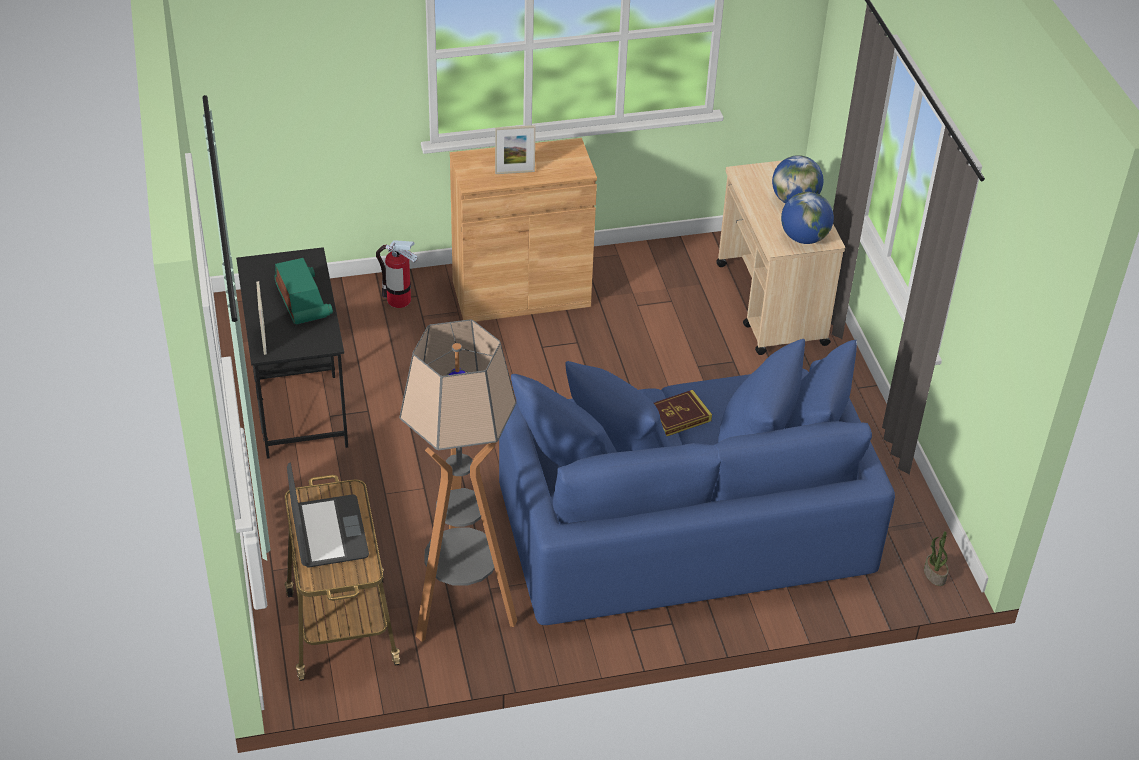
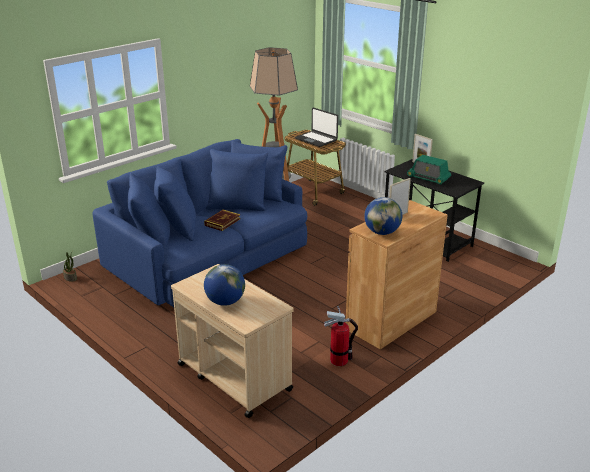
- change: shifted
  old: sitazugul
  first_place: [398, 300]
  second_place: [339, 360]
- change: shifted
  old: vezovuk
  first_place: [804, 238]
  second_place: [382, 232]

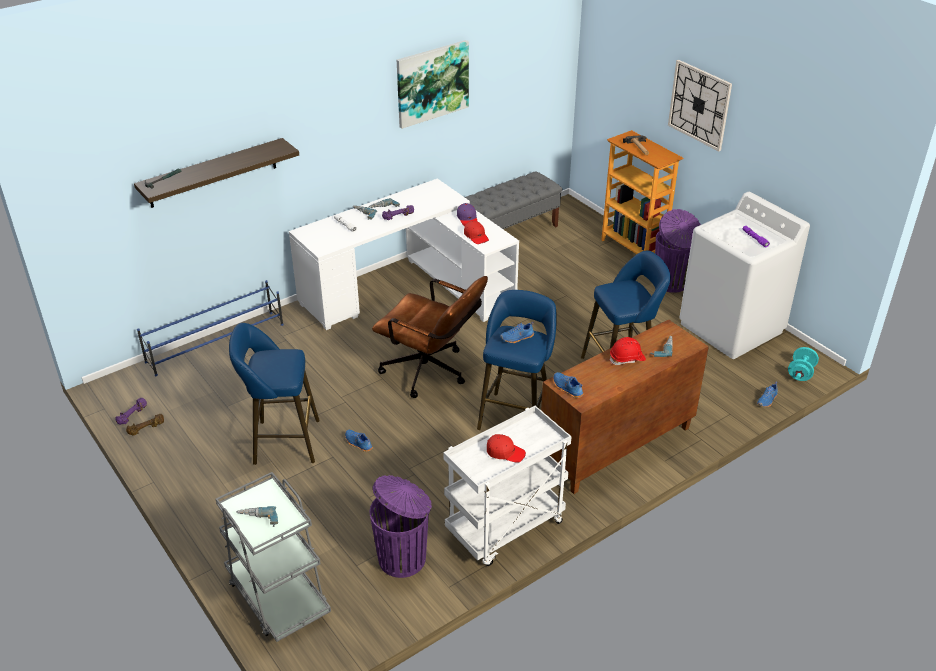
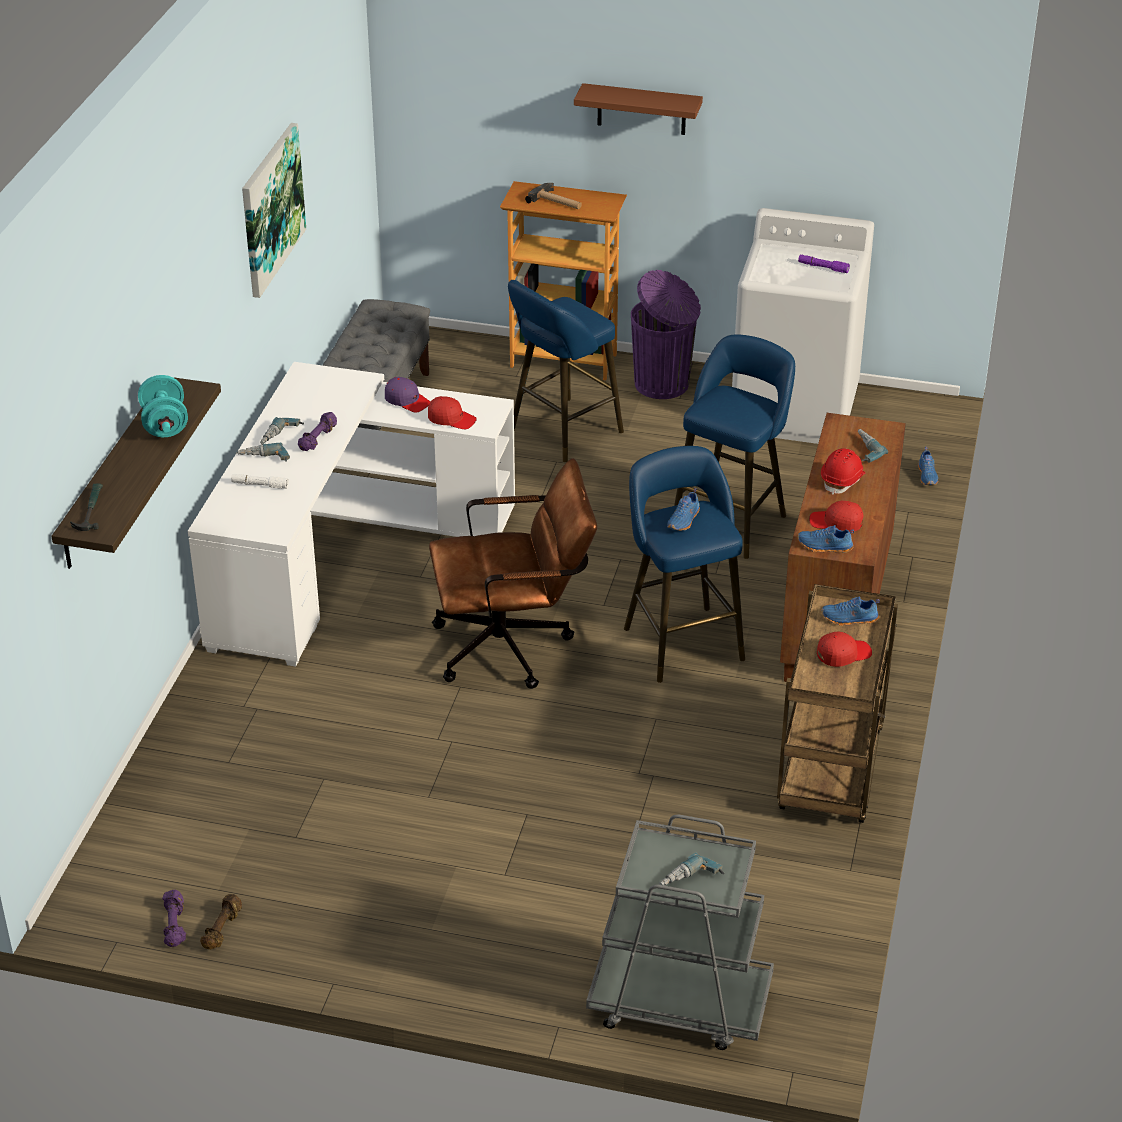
- change: gone
  old: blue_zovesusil
  first_place: [216, 343]
- change: gone
  old: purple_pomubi
  first_place: [403, 558]
- change: new
  new: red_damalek
  second_place: [836, 522]
- change: shifted
  old: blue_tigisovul
  first_place: [281, 442]
  second_place: [561, 432]
- change: shifted
  old: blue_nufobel
  first_place: [358, 443]
  second_place: [849, 619]
- change: shifted
  old: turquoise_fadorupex
  first_place: [800, 373]
  second_place: [165, 424]
- change: swapped
  old: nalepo
  new: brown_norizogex
  first_place: [699, 105]
  second_place: [641, 109]
- change: repainted
  old: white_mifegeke
  new: brown_mifegeke
  first_place: [505, 529]
  second_place: [831, 774]

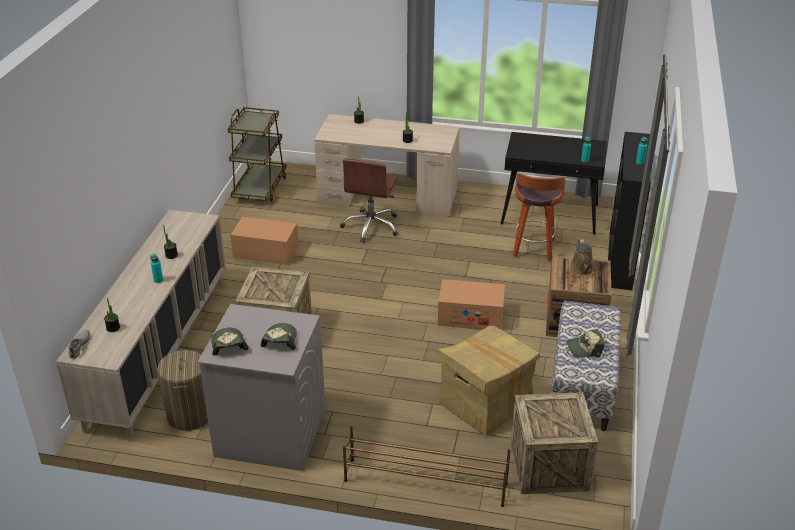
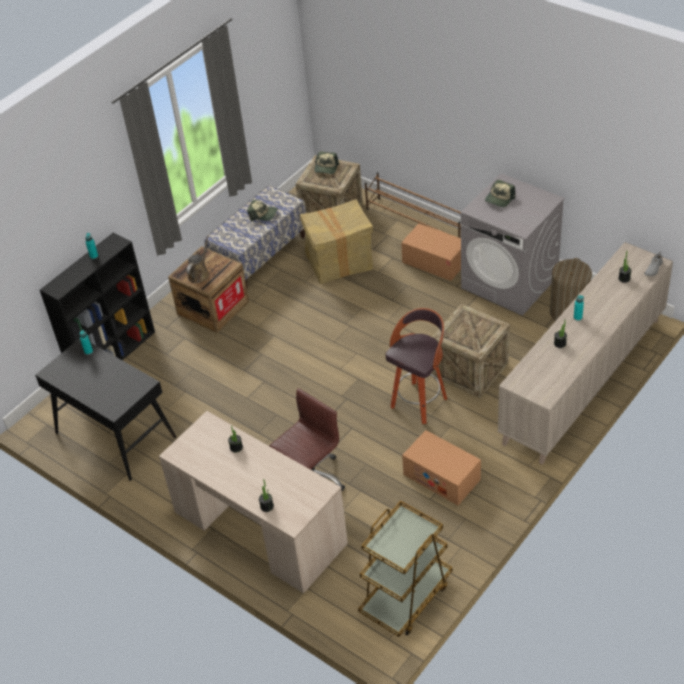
- change: shifted
  old: damalek
  first_place: [228, 345]
  second_place: [326, 167]
- change: shifted
  old: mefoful
  first_place: [470, 316]
  second_place: [435, 262]
- change: shifted
  old: tigisovul
  first_place: [533, 249]
  second_place: [419, 402]

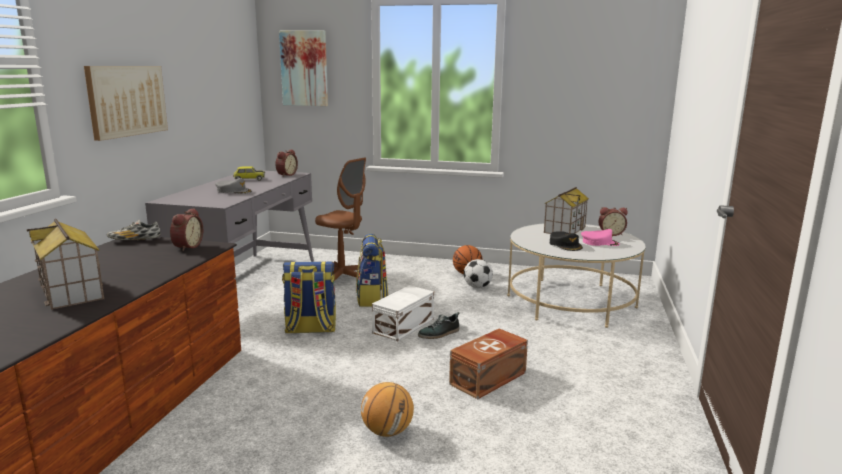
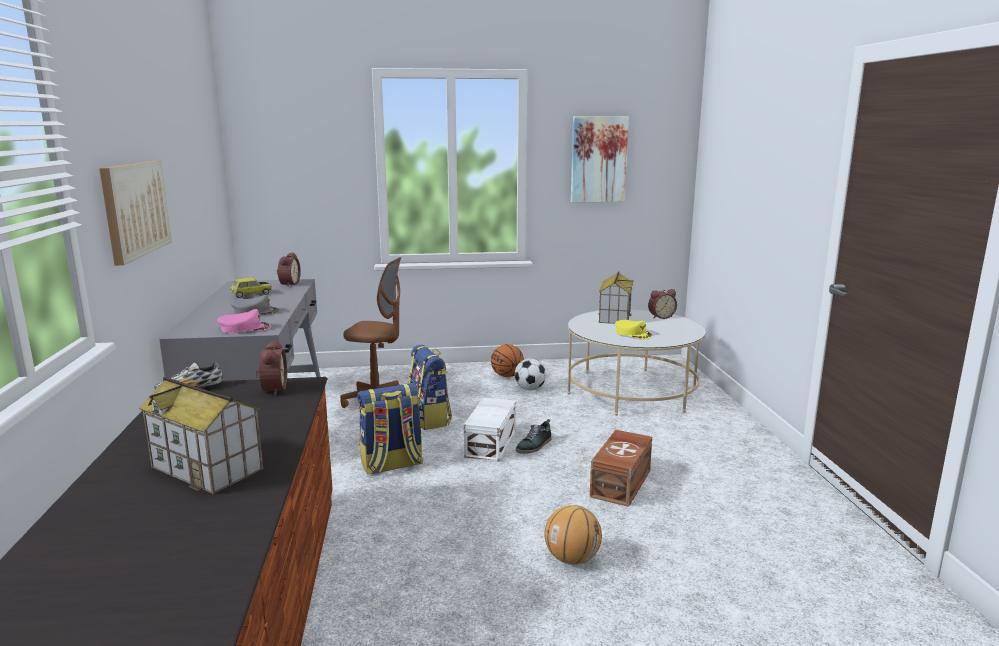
- change: shifted
  old: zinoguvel
  first_place: [304, 68]
  second_place: [598, 159]
- change: shifted
  old: pink_damalek
  first_place: [599, 242]
  second_place: [245, 328]
- change: repainted
  old: black_damalek
  new: yellow_damalek
  first_place: [565, 245]
  second_place: [633, 333]

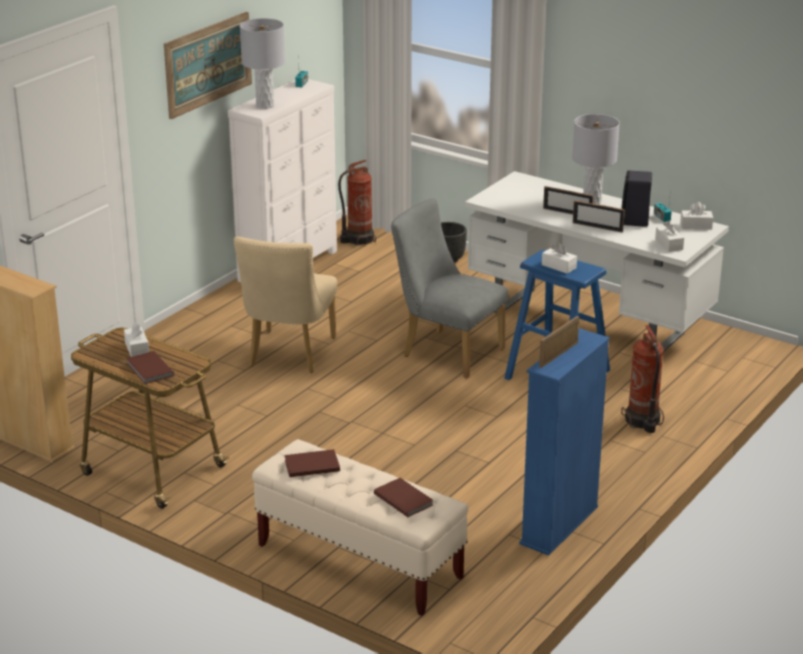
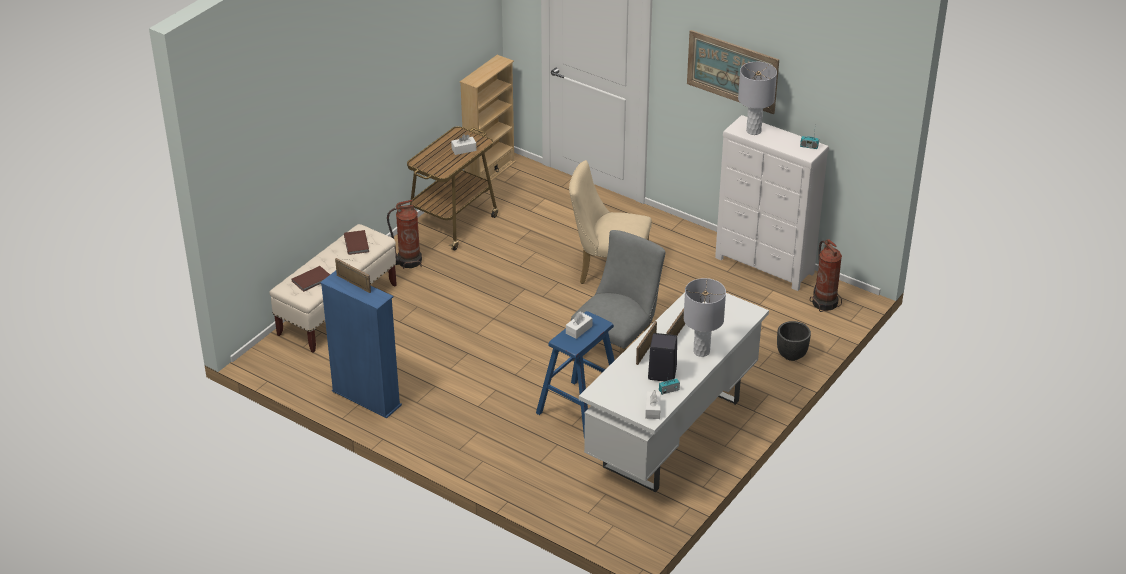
- change: gone
  old: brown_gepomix
  first_place: [149, 370]
- change: gone
  old: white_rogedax
  first_place: [669, 244]
- change: shifted
  old: sitazugul
  first_place: [642, 421]
  second_place: [408, 261]

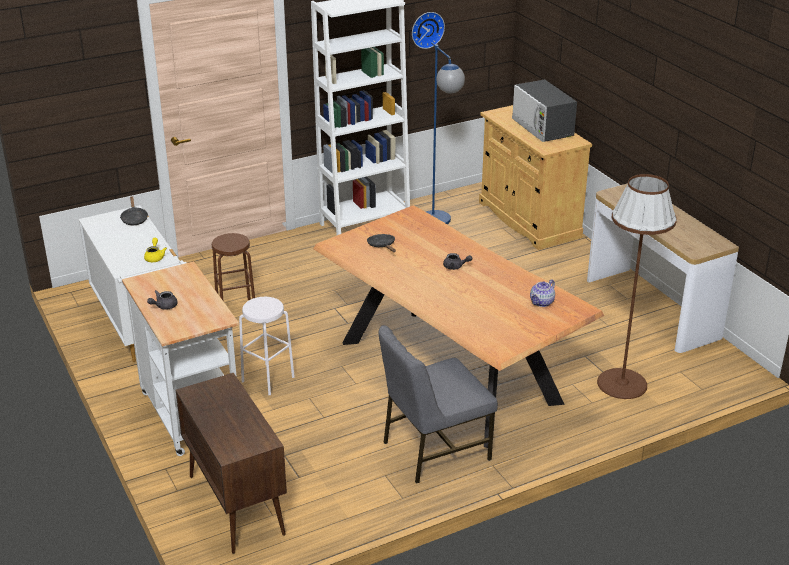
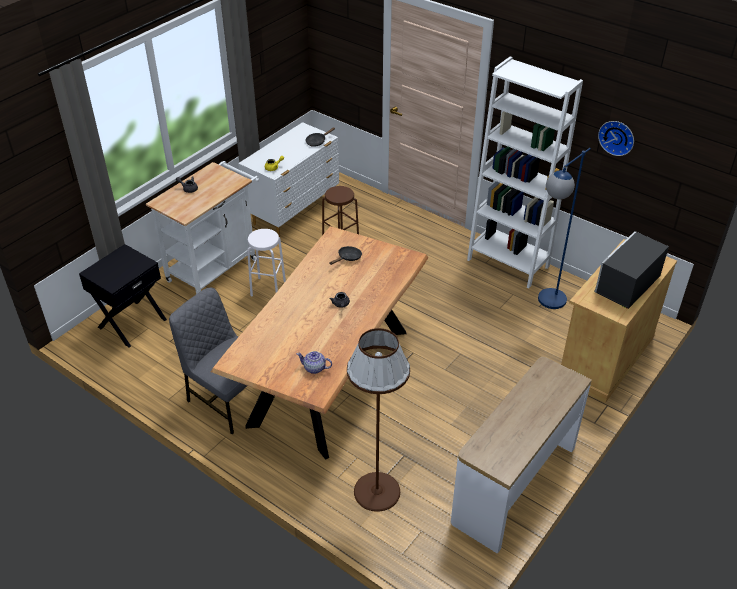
- change: swapped
  old: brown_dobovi
  new: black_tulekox
  first_place: [235, 504]
  second_place: [131, 323]

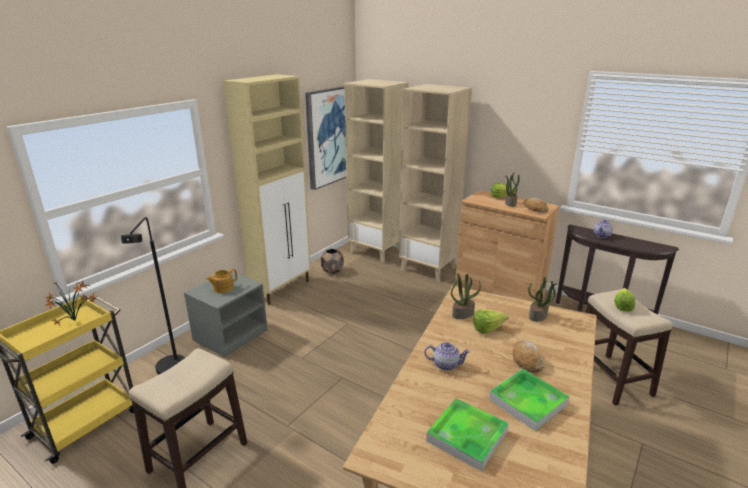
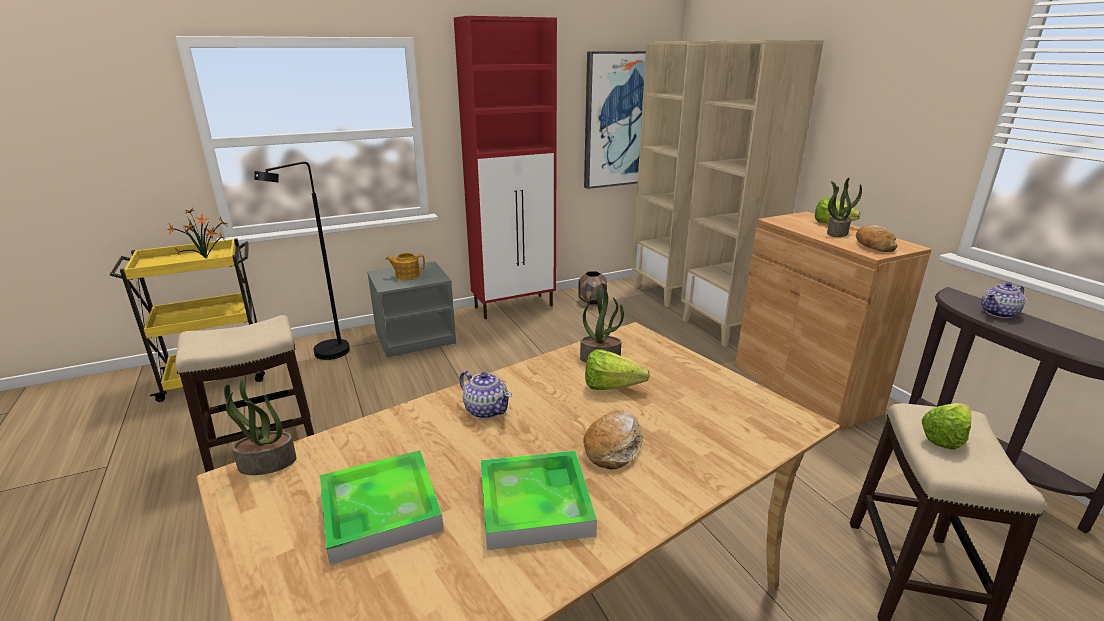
- change: shifted
  old: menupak
  first_place: [538, 316]
  second_place: [266, 464]
- change: repainted
  old: beige_dobovi
  new: red_dobovi
  first_place: [282, 289]
  second_place: [515, 306]

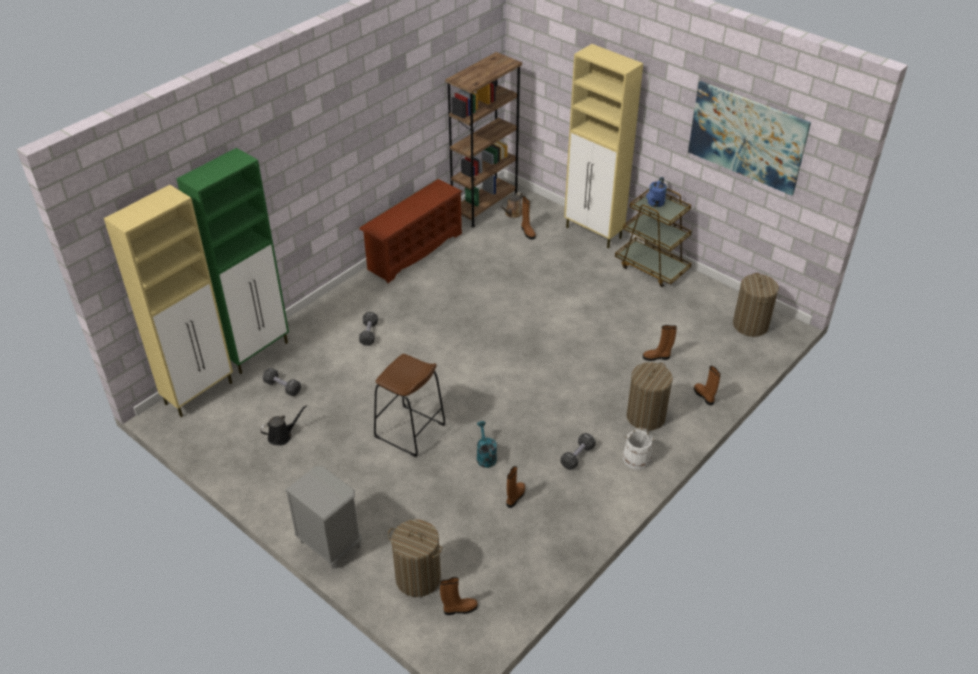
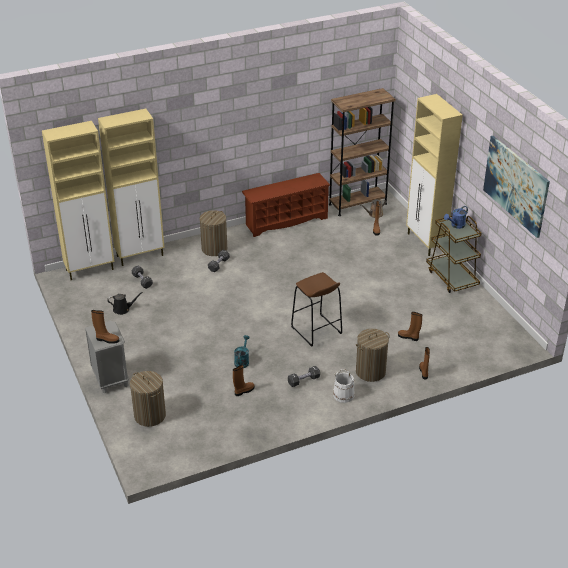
- change: shifted
  old: brown_tigisovul
  first_place: [410, 431]
  second_place: [316, 330]
- change: shifted
  old: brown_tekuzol
  first_place: [459, 609]
  second_place: [107, 339]
- change: shifted
  old: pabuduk
  first_place: [750, 325]
  second_place: [214, 249]
- change: repainted
  old: green_dobovi
  new: beige_dobovi
  first_place: [257, 352]
  second_place: [140, 256]

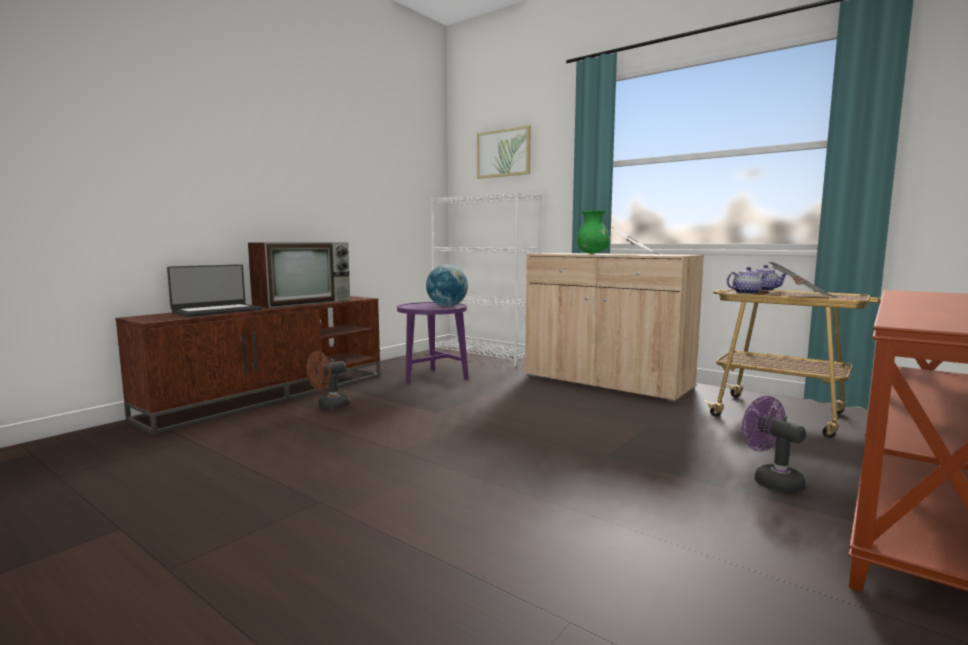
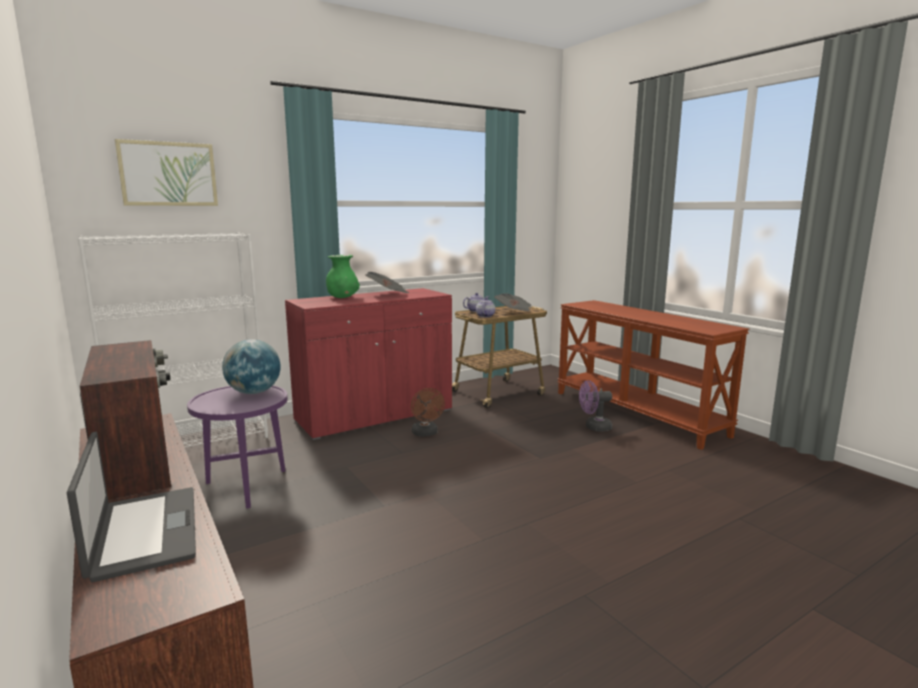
- change: shifted
  old: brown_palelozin
  first_place: [329, 406]
  second_place: [426, 434]
- change: repainted
  old: beige_dobovi
  new: red_dobovi
  first_place: [606, 382]
  second_place: [375, 416]

